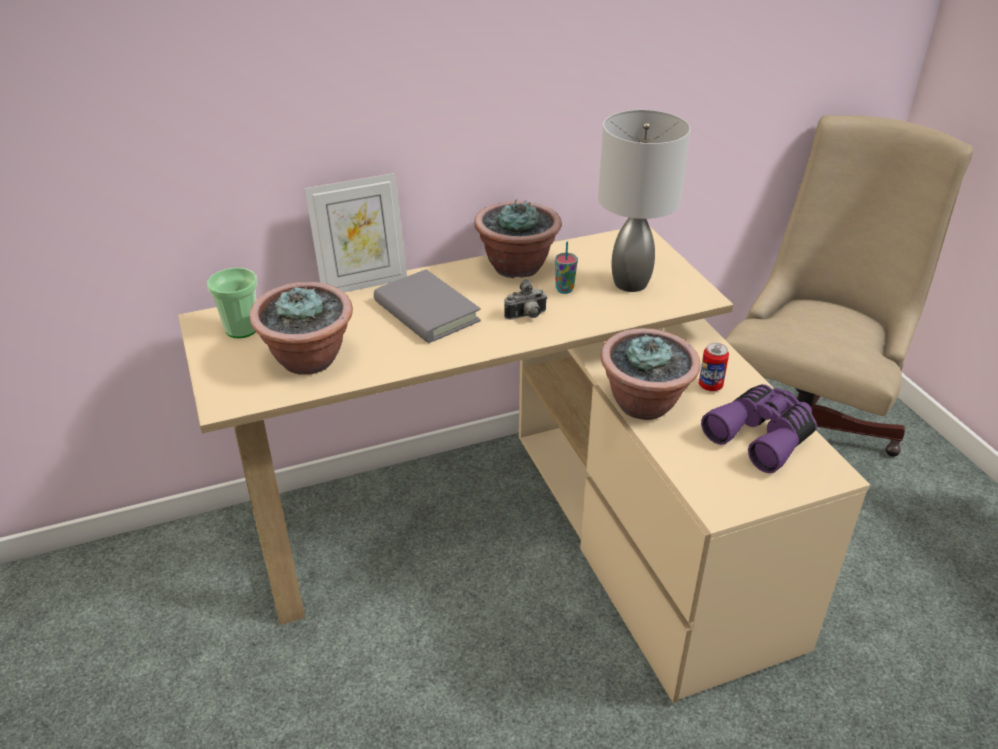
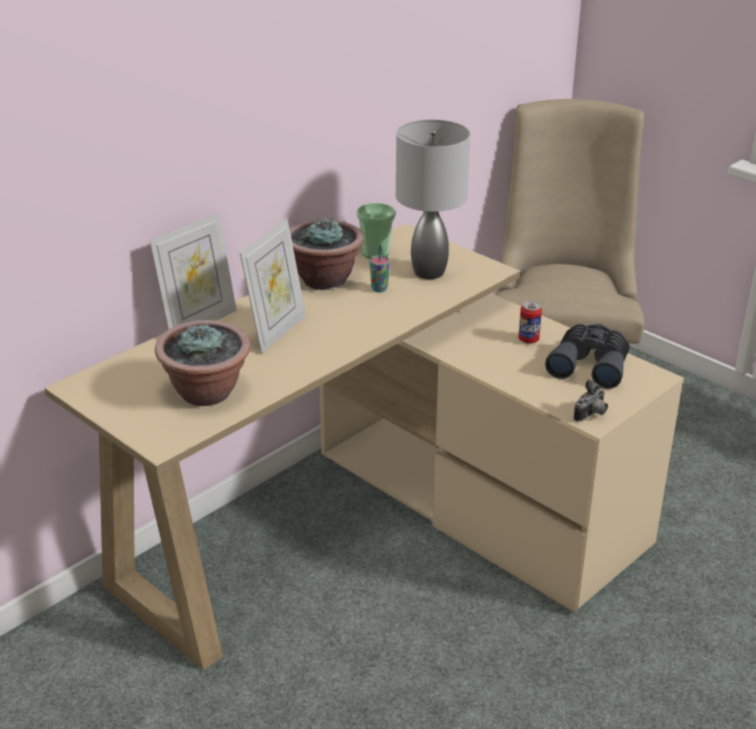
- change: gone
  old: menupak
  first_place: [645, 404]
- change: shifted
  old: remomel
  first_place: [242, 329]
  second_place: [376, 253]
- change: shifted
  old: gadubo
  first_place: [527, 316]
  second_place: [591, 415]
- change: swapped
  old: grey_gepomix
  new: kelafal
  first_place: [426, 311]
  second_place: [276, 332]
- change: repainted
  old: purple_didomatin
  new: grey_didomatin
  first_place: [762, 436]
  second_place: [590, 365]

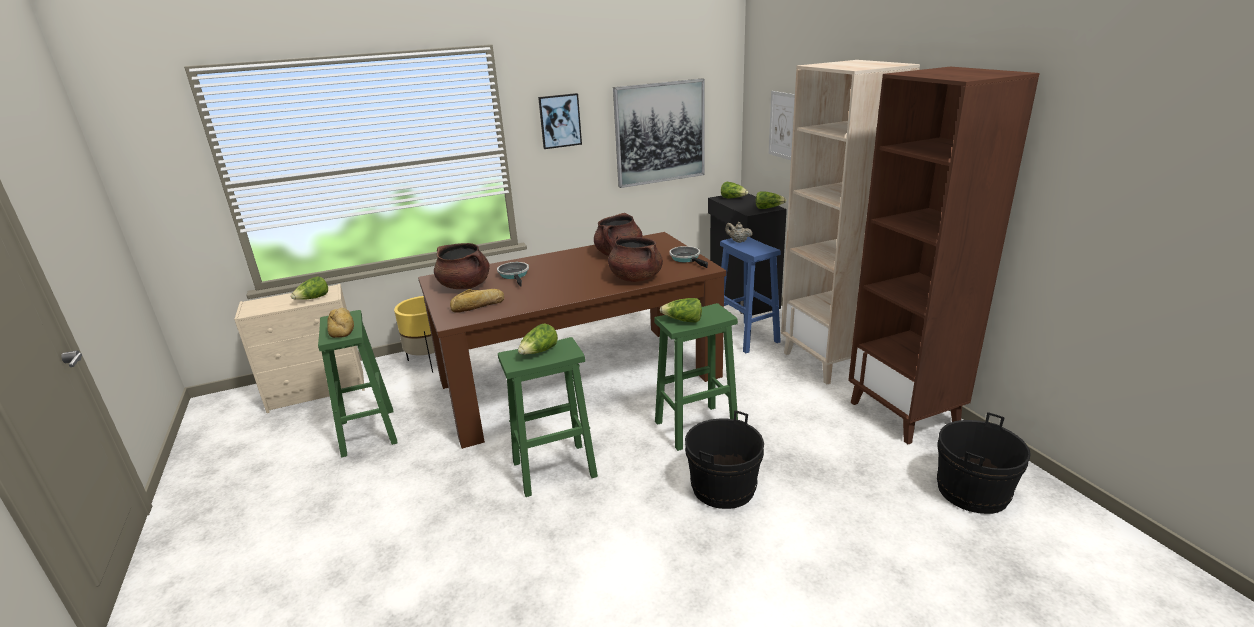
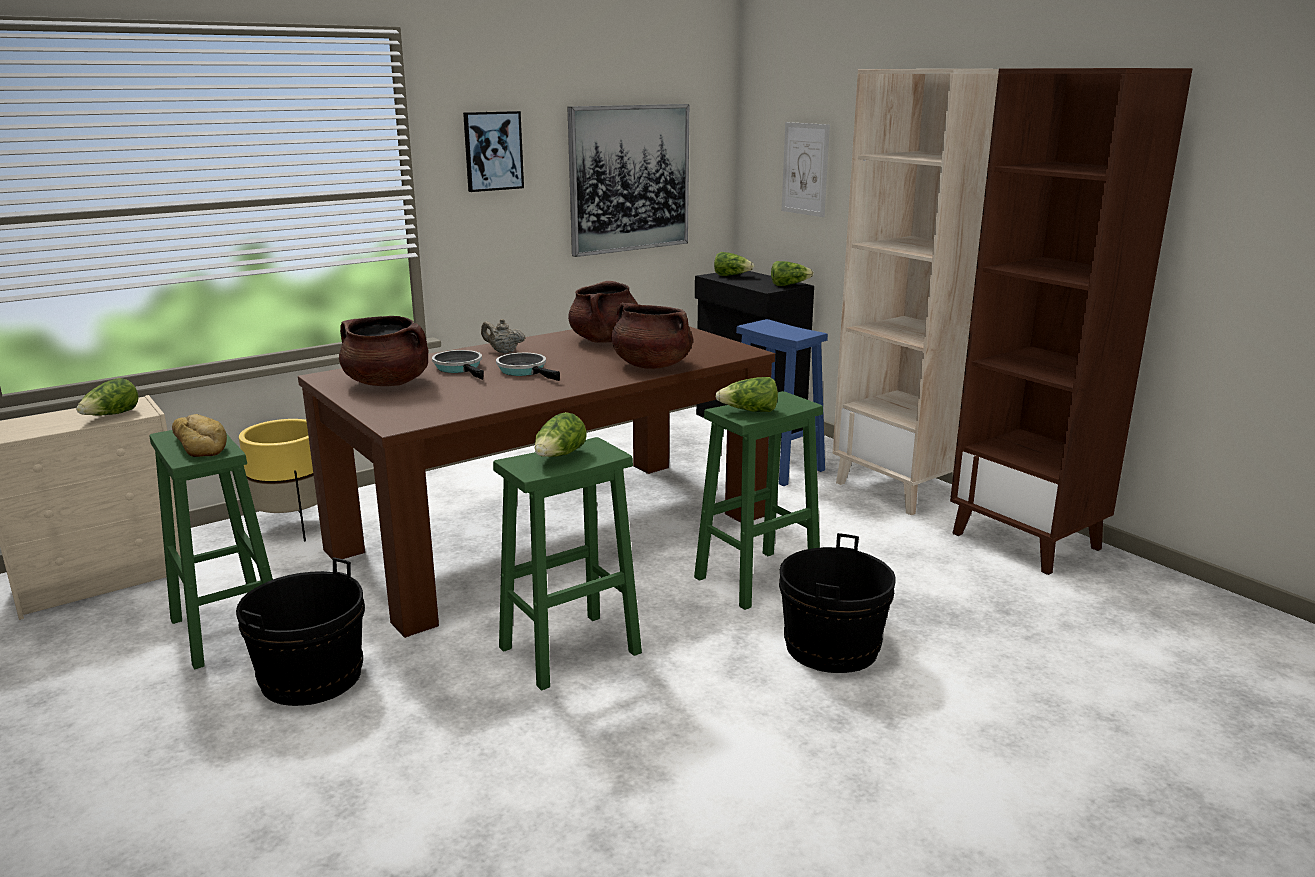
- change: gone
  old: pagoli
  first_place: [478, 305]
- change: shifted
  old: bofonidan
  first_place: [687, 258]
  second_place: [525, 371]
- change: shifted
  old: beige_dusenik
  first_place: [738, 241]
  second_place: [503, 352]
- change: shifted
  old: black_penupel
  first_place: [972, 491]
  second_place: [312, 678]

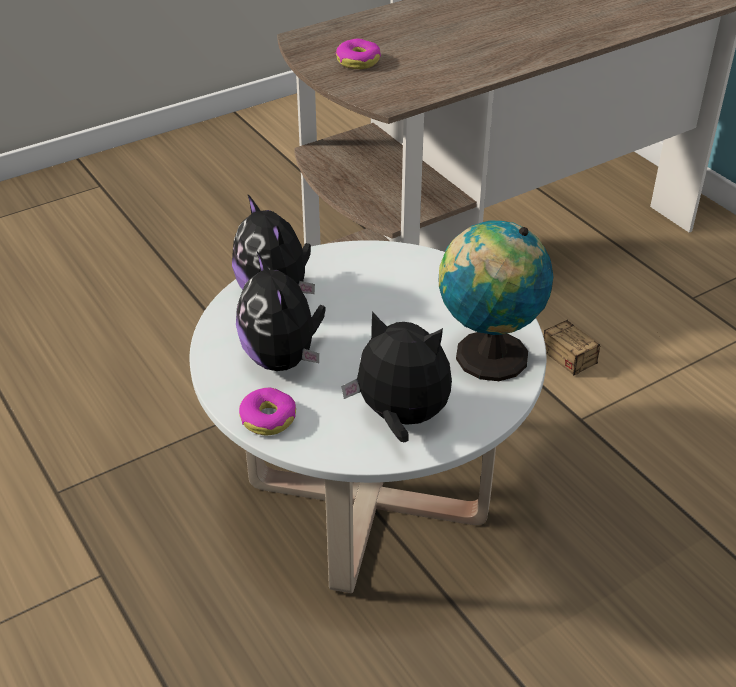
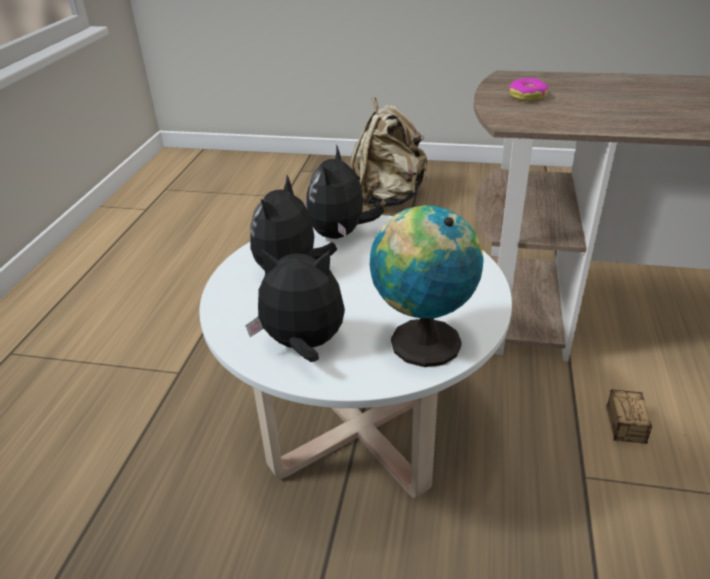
- change: gone
  old: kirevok
  first_place: [268, 418]
- change: new
  new: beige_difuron
  second_place: [388, 199]
- change: rotated
  old: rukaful
  first_place: [400, 418]
  second_place: [303, 345]
  degrees: -60

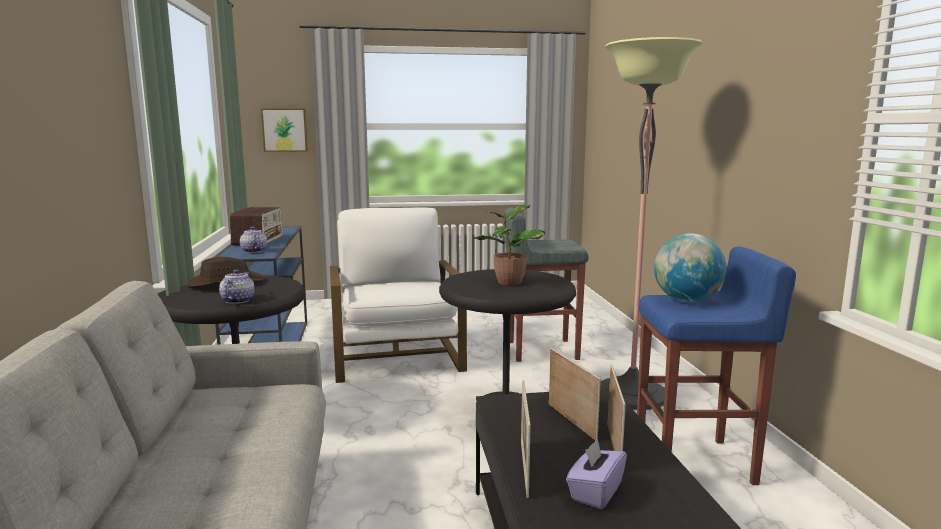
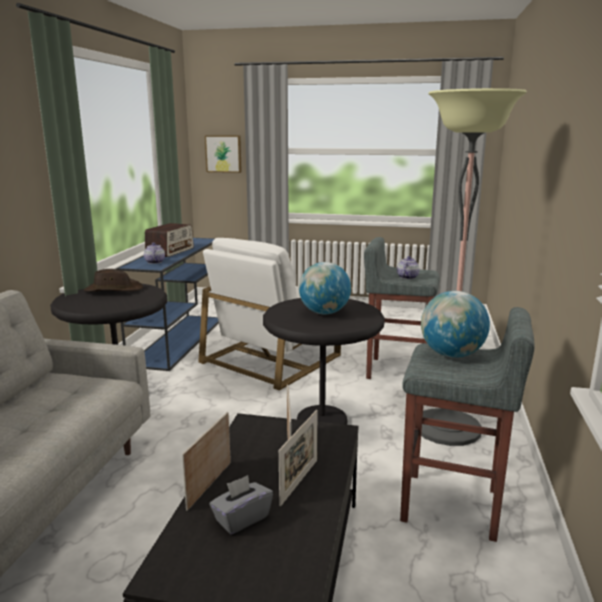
- change: shifted
  old: dusenik
  first_place: [238, 300]
  second_place: [407, 277]
- change: swapped
  old: menupak
  new: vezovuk
  first_place: [508, 282]
  second_place: [324, 313]
- change: repainted
  old: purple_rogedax
  new: grey_rogedax
  first_place: [595, 492]
  second_place: [241, 518]
- change: repainted
  old: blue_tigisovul
  new: grey_tigisovul
  first_place: [696, 463]
  second_place: [452, 506]
- change: rotated
  old: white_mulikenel
  first_place: [397, 355]
  second_place: [270, 358]
  degrees: -150

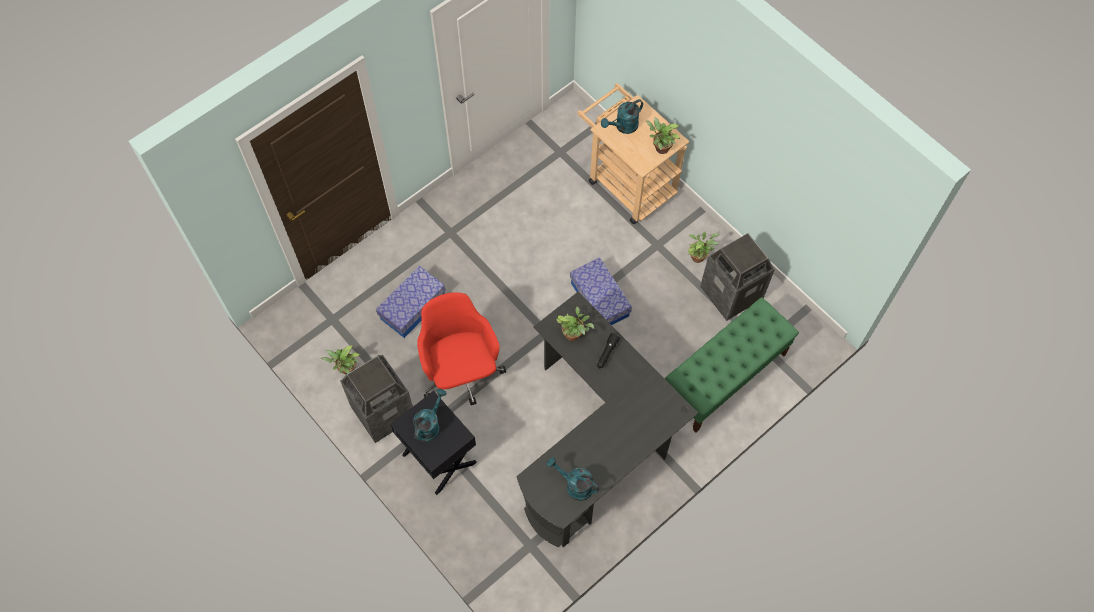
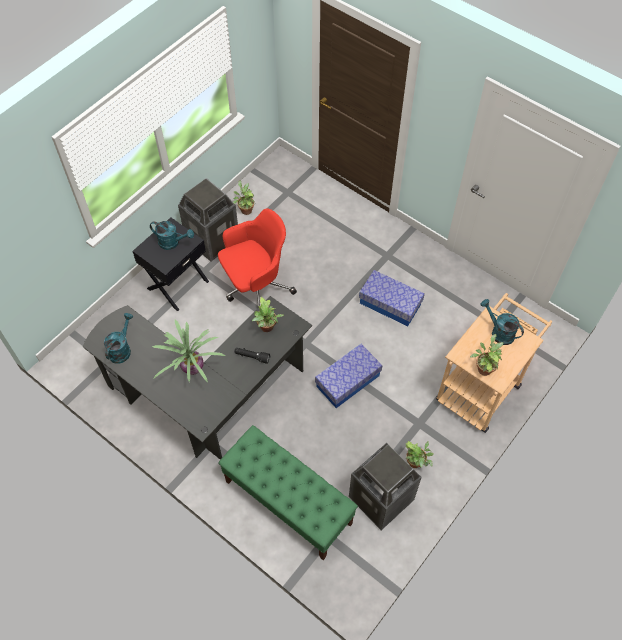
- change: new
  new: menupak
  second_place: [191, 367]
- change: shifted
  old: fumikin
  first_place: [412, 307]
  second_place: [390, 304]

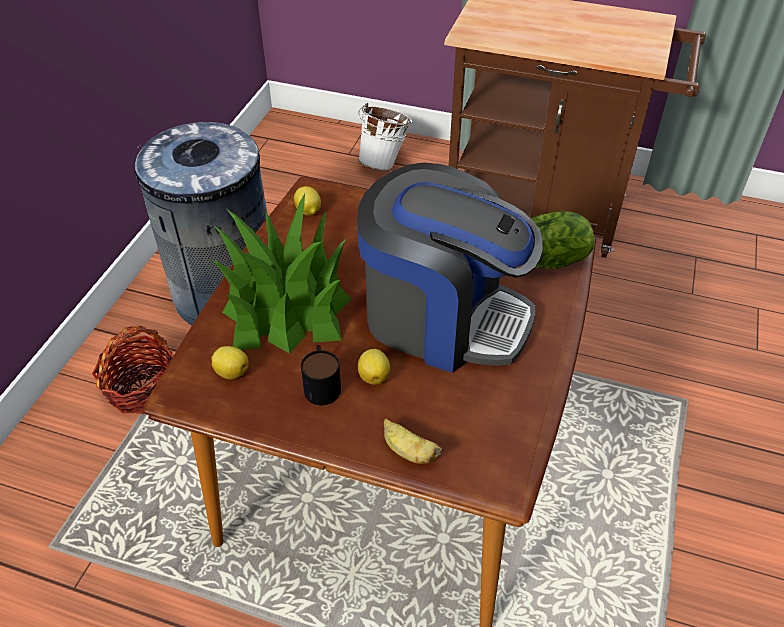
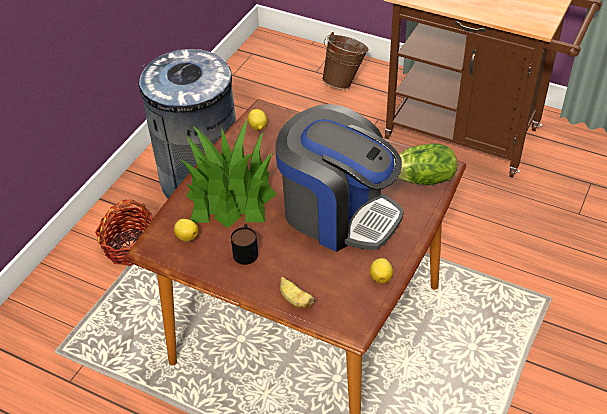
- change: shifted
  old: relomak
  first_place: [374, 376]
  second_place: [381, 277]
- change: repainted
  old: white_penupel
  new: brown_penupel
  first_place: [384, 163]
  second_place: [344, 82]

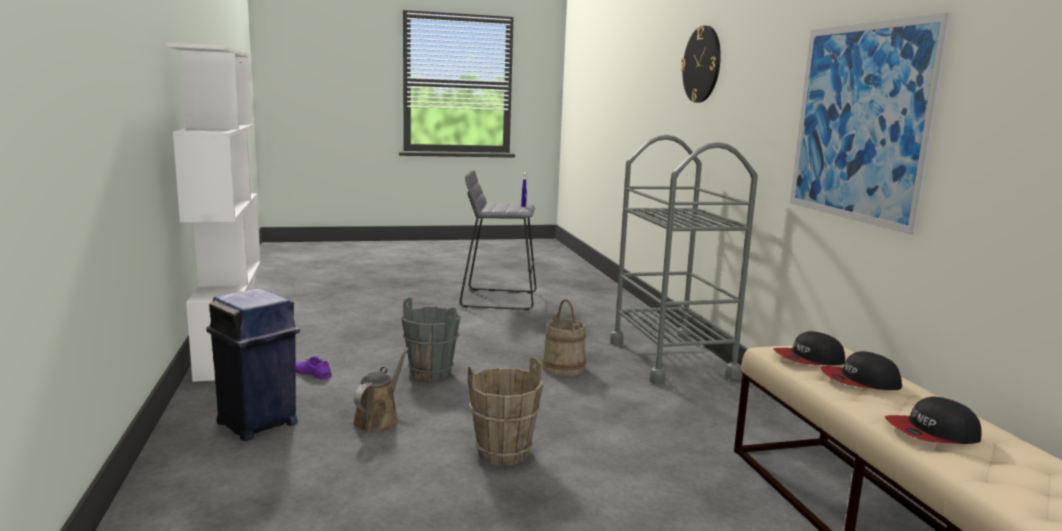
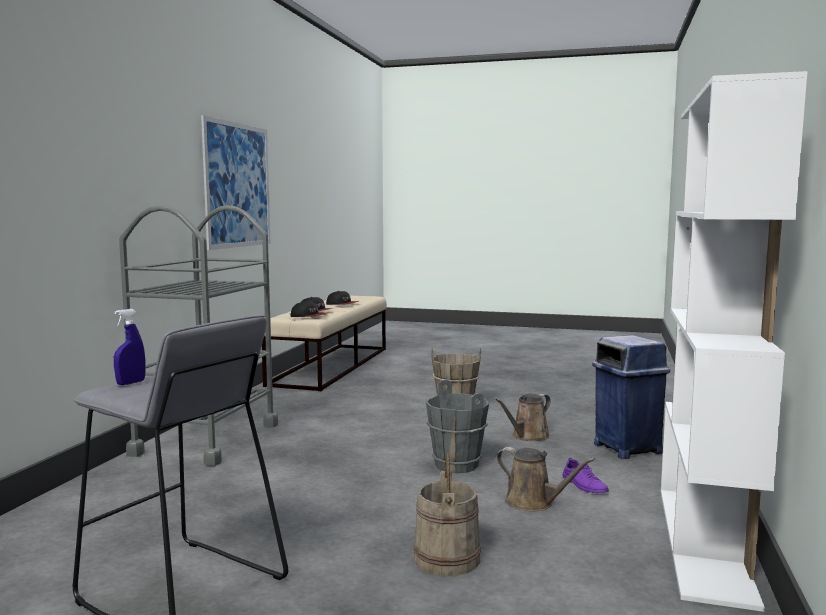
- change: gone
  old: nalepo
  first_place: [702, 64]
- change: new
  new: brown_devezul
  second_place: [533, 502]
- change: shifted
  old: beige_penupel
  first_place: [564, 368]
  second_place: [446, 558]

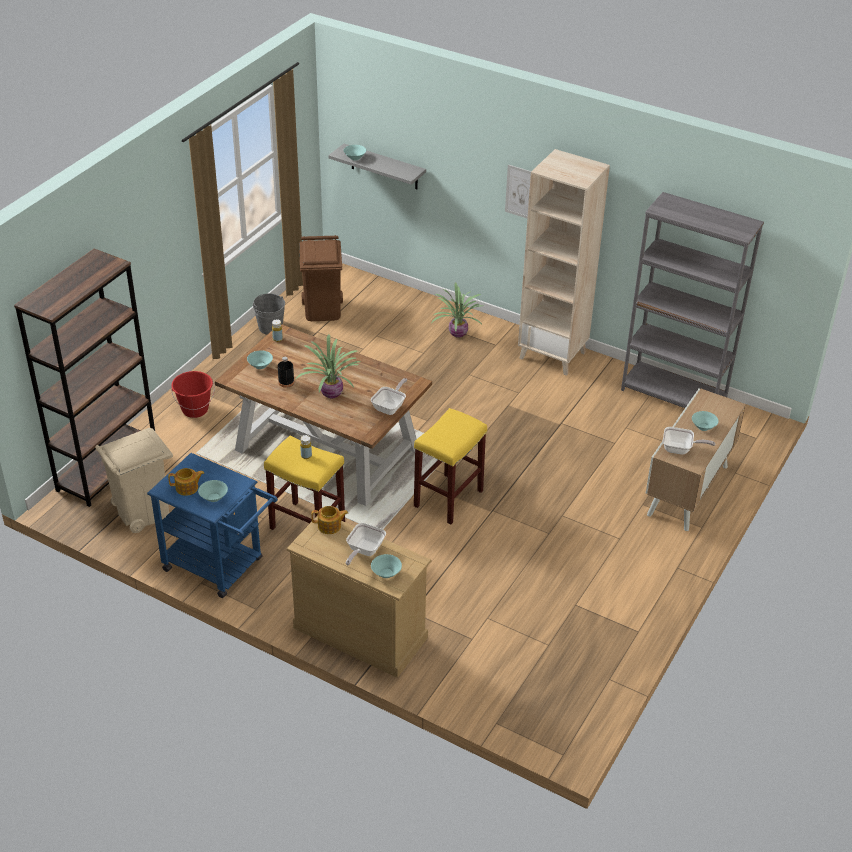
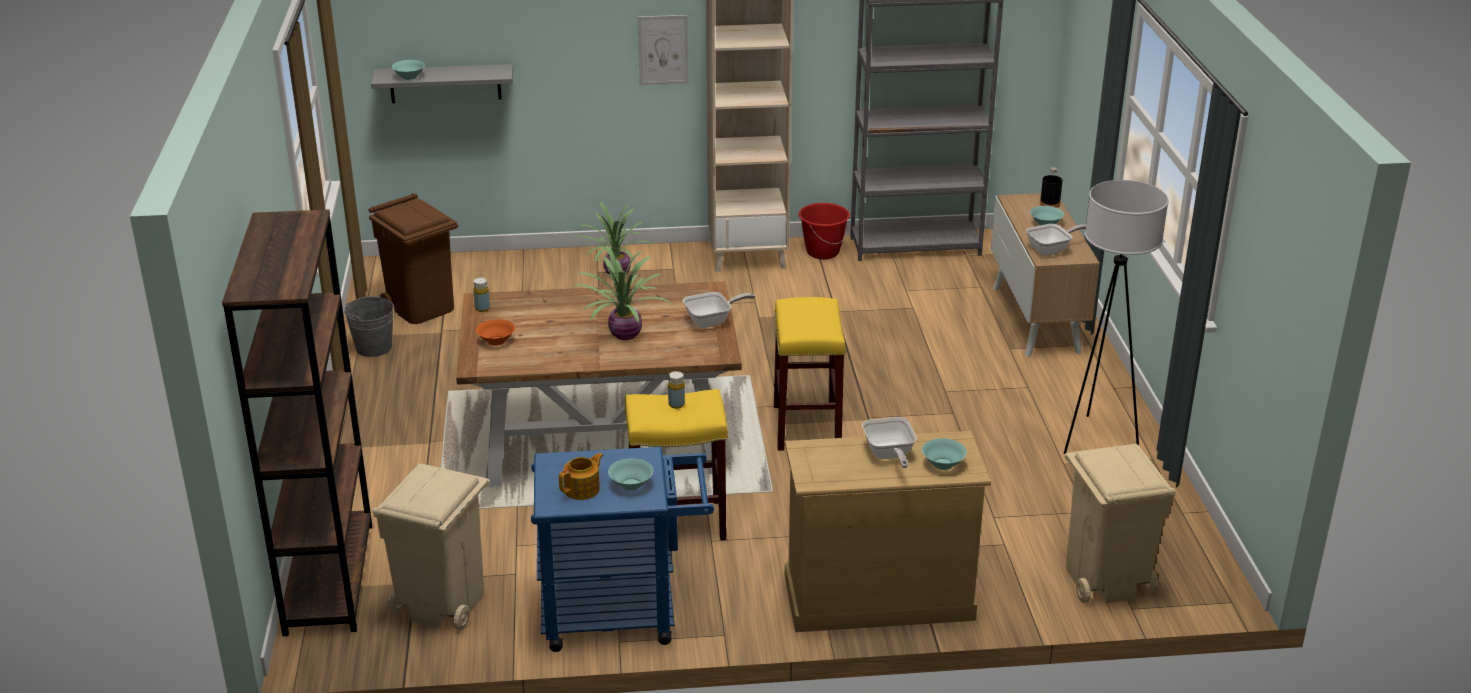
- change: gone
  old: dusenik
  first_place: [330, 526]
- change: new
  new: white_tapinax
  second_place: [1096, 440]
- change: new
  new: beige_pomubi
  second_place: [1105, 579]
- change: shifted
  old: red_penupel
  first_place: [195, 410]
  second_place: [822, 252]
- change: shifted
  old: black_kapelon
  first_place: [286, 382]
  second_place: [1049, 204]
- change: repainted
  old: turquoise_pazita
  new: orange_pazita
  first_place: [260, 366]
  second_place: [496, 341]
- change: rotated
  old: bofonidan
  first_place: [390, 407]
  second_place: [712, 321]
  degrees: 75

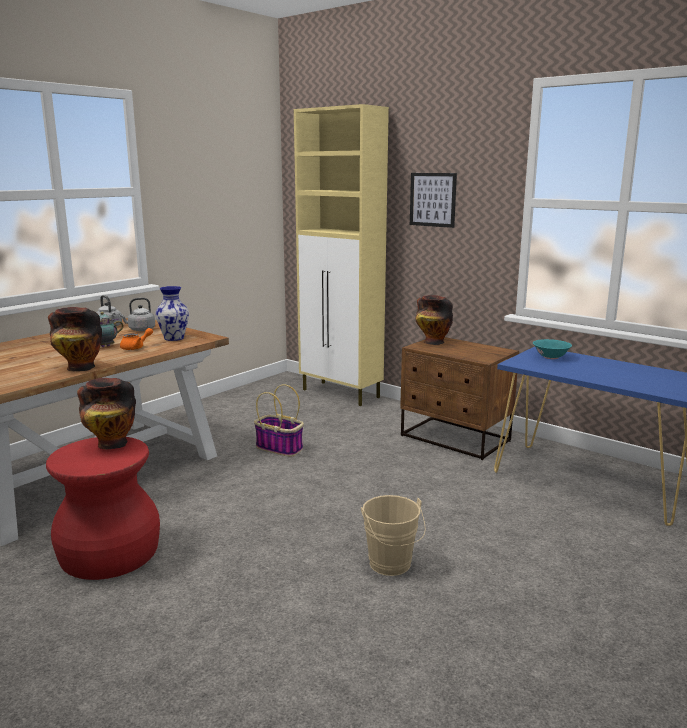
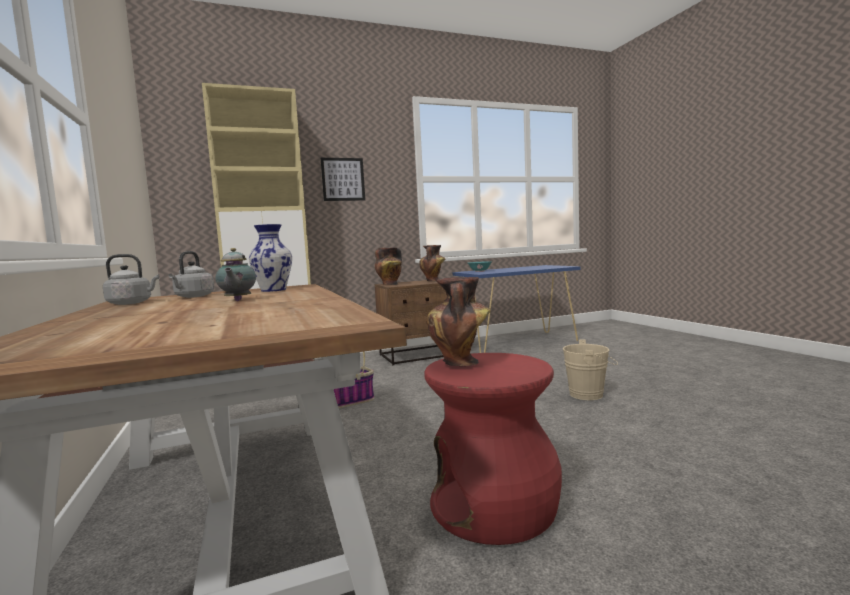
- change: gone
  old: orange_dusenik
  first_place: [136, 347]
- change: shifted
  old: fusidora
  first_place: [79, 367]
  second_place: [433, 281]

